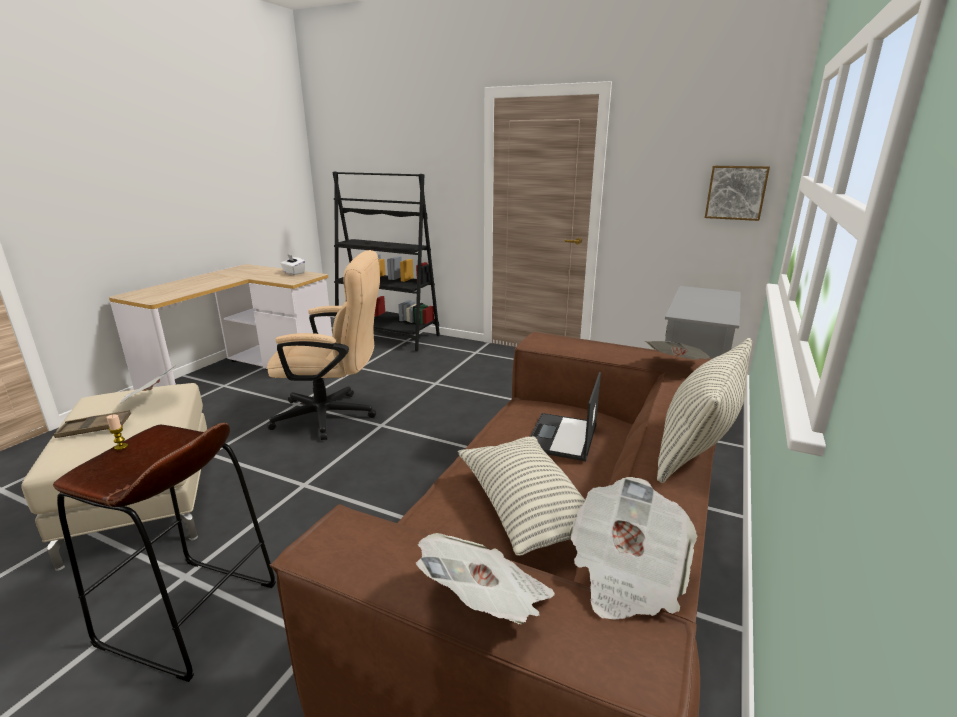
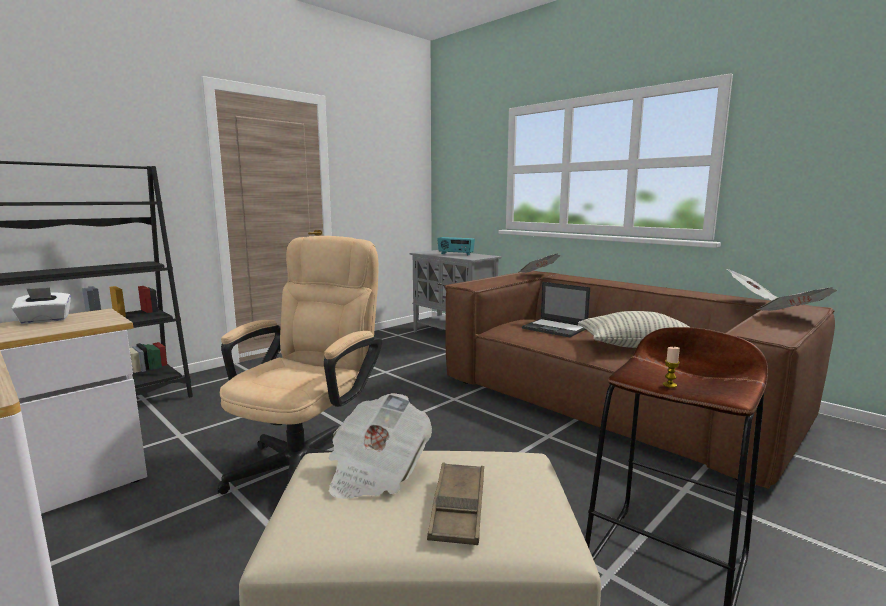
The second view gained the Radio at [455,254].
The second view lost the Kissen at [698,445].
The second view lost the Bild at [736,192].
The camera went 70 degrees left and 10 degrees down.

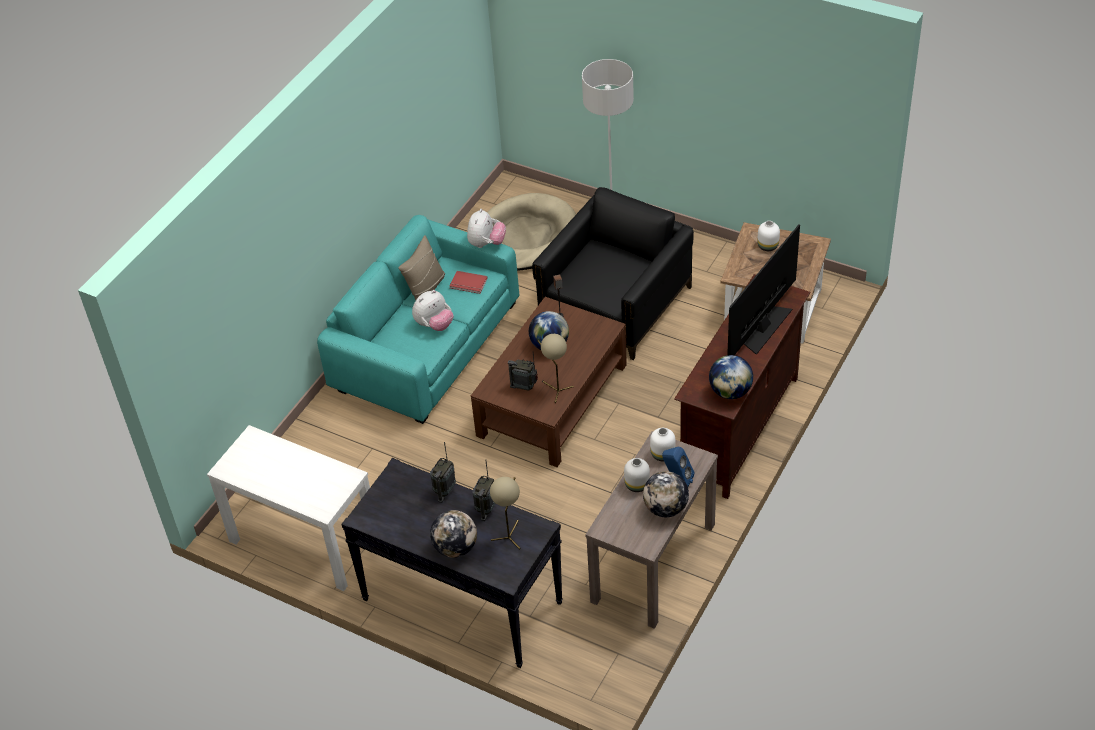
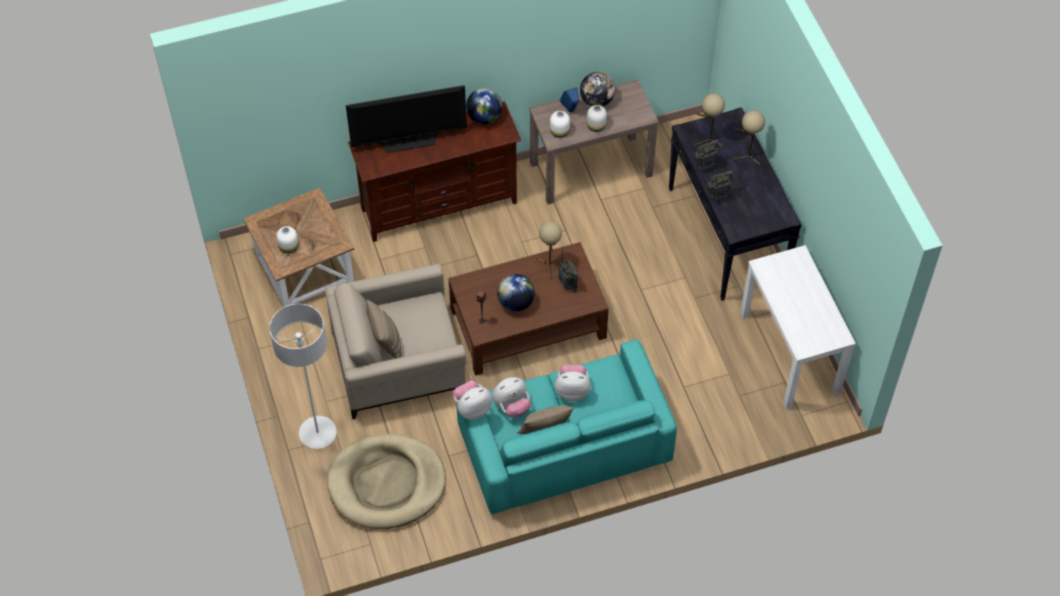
What was the Sessel [schwarz] at [615,305] turned into the Sessel [beige] at [399,362].
The second view gained the Kissen [beige] at [386,342].
Where the Buch [rot] stood at [468,284], the Plüschtier came to stand at [512,406].
Where the Globus stood at [455,548], the Tischlampe [beige] came to stand at [747,157].
The camera went 140 degrees left and 10 degrees up.

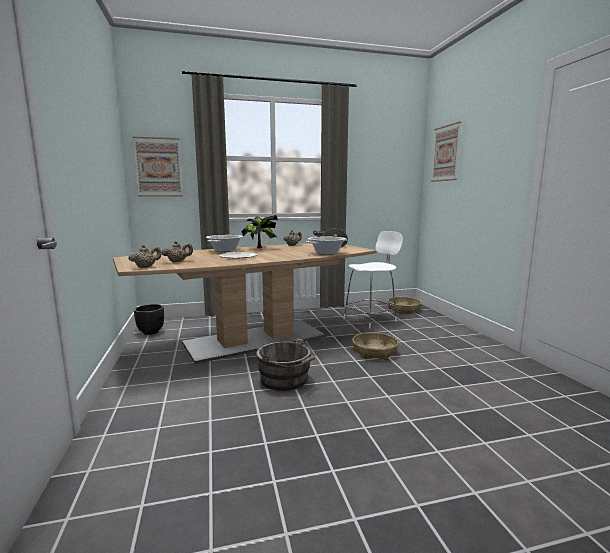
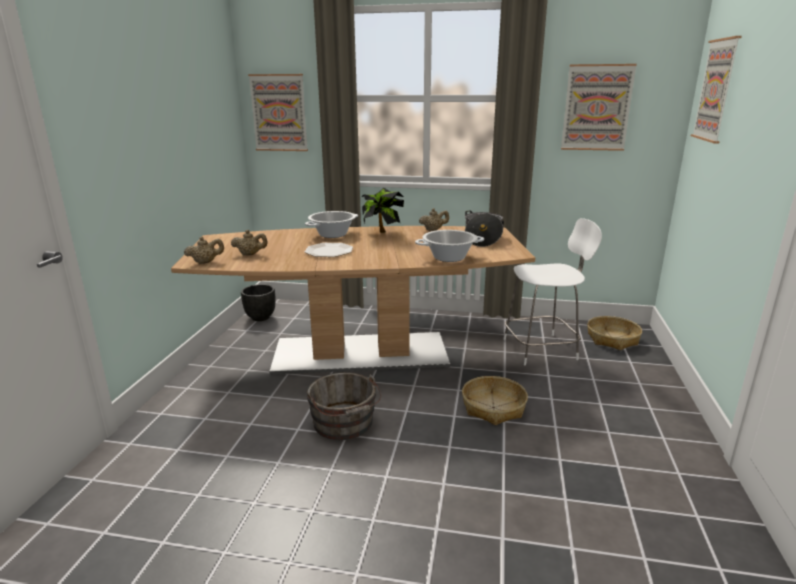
The second view gained the Bild at [596,108].
The camera went 25 degrees right and 10 degrees up.

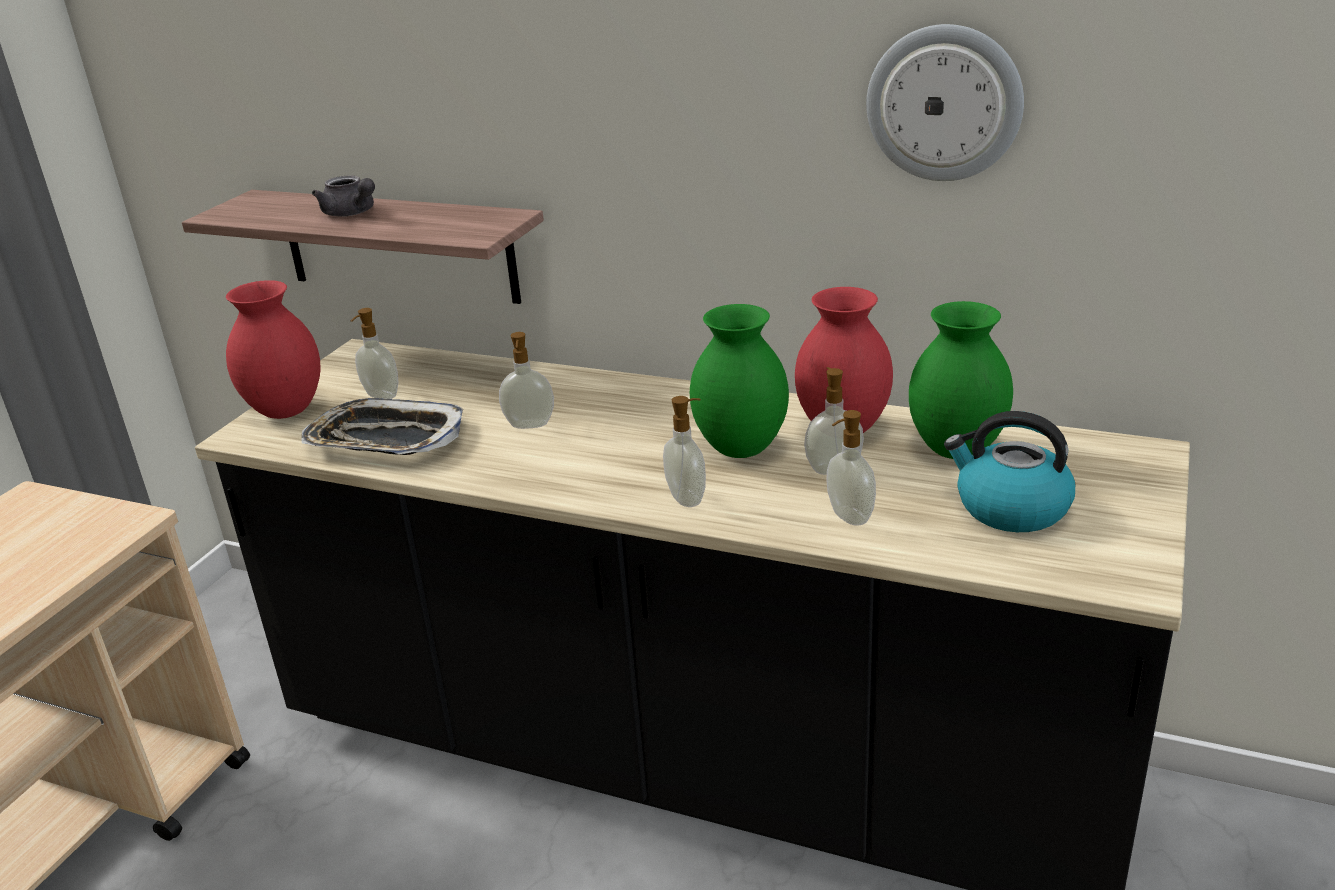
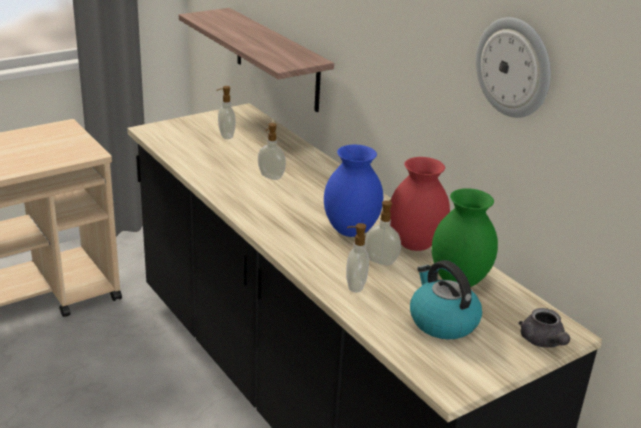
What was the Vase [grün] at [740,450] turned into the Vase [blau] at [350,231].
The Teekanne [grau] ended up elsewhere, having gone from [351,213] to [543,342].
The second view lost the Vase [rot] at [284,411].
The second view lost the Tablett at [385,439].
The second view lost the Seifenspender at [688,498].
The camera went 30 degrees right and 0 degrees up.

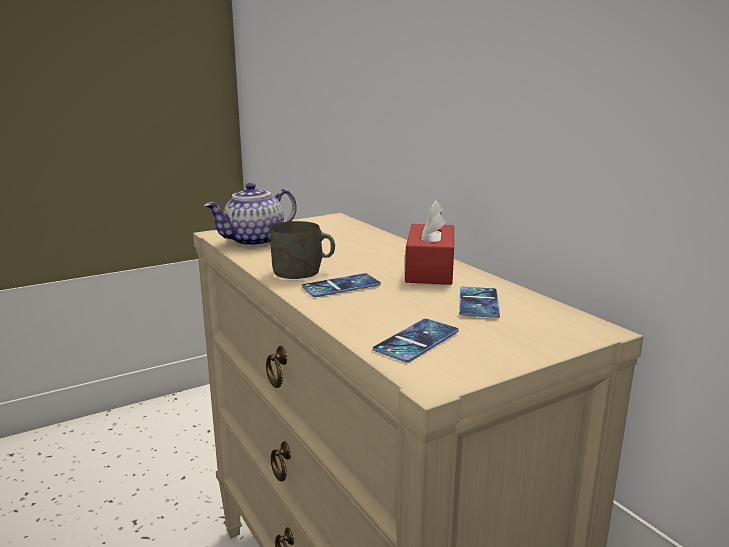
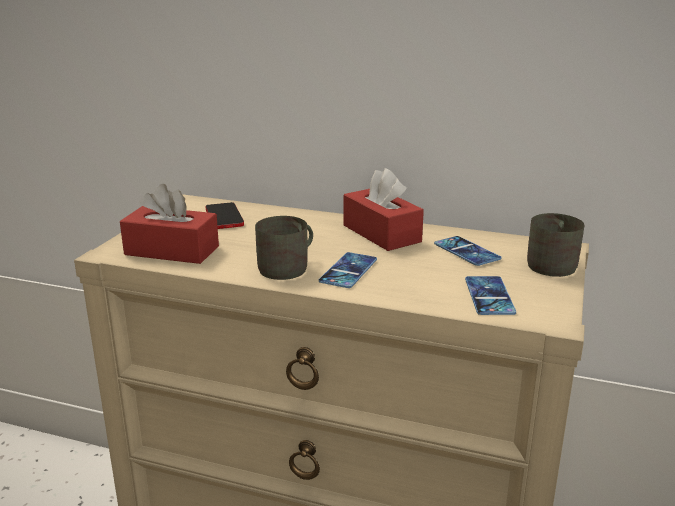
Where the Teekanne stood at [254,241], the Taschentuchbox [rot] came to stand at [172,250].
The second view gained the Handy at [224,217].
The second view gained the Henkelbecher [grau] at [554,264].
The camera went 40 degrees left and 5 degrees up.

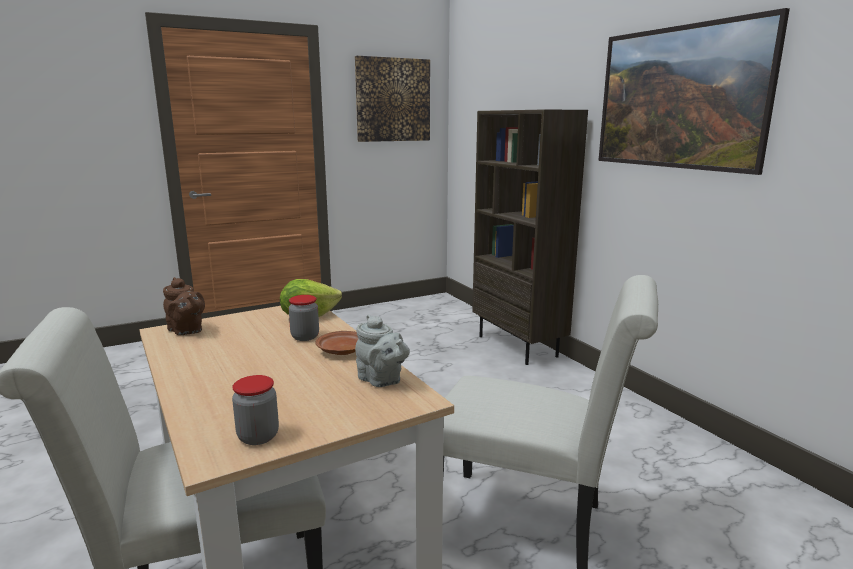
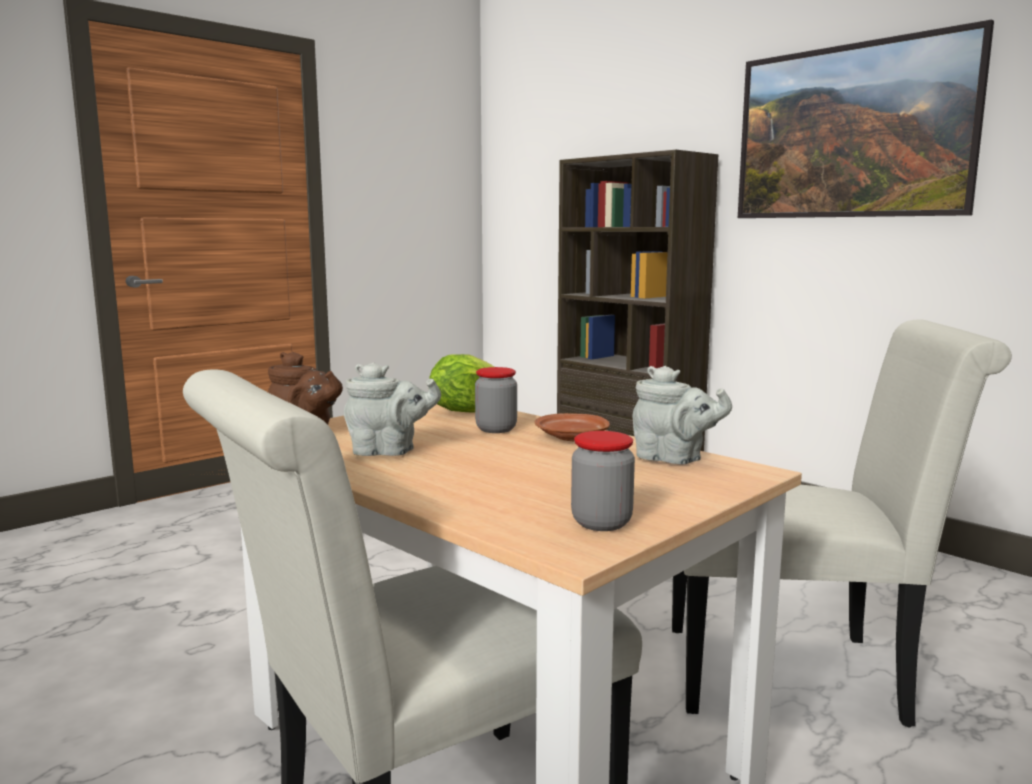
The second view gained the Teekanne [grau] at [389,452].
The second view lost the Bild at [393,100].
The camera went 15 degrees left and 5 degrees down.

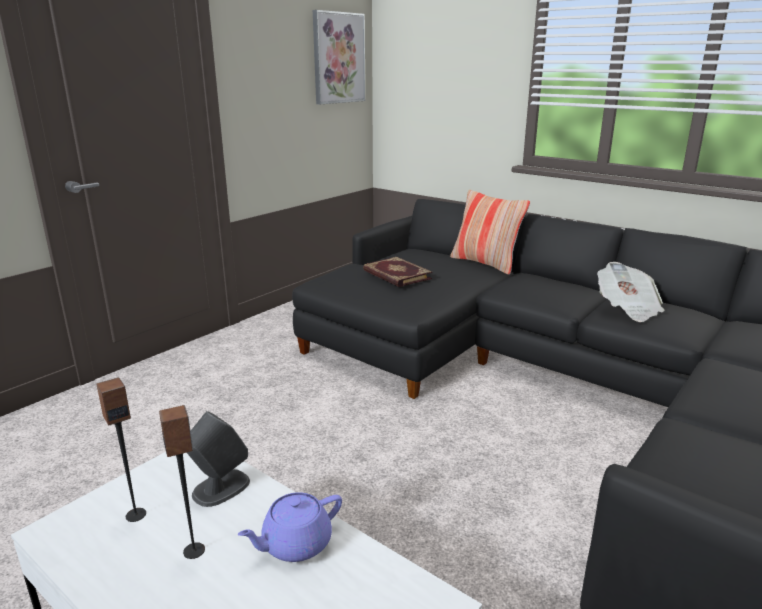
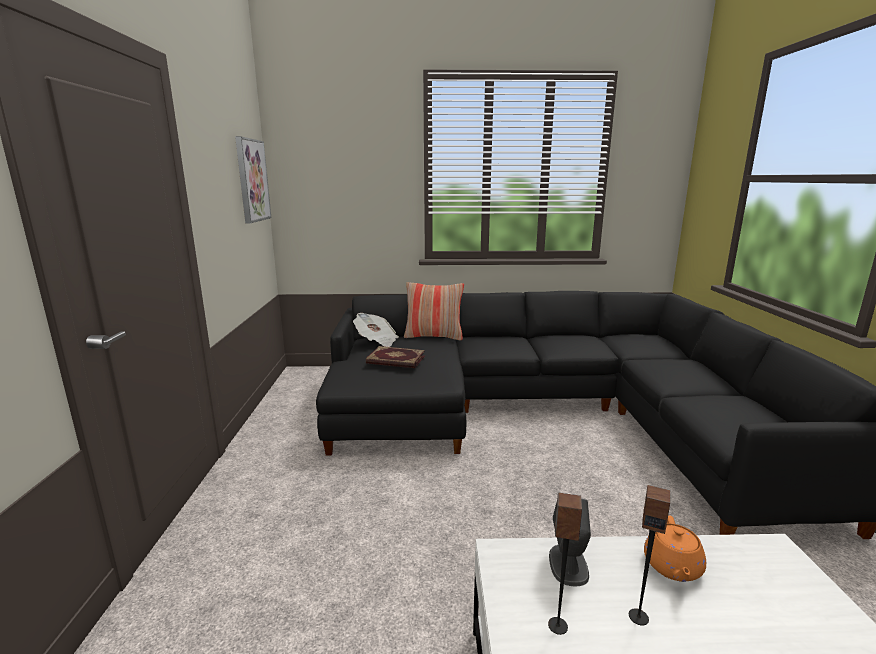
The Zeitung ended up elsewhere, having gone from [627,308] to [376,341].
What was the Teekanne [lila] at [295,544] turned into the Teekanne [orange] at [672,567].
The camera went 40 degrees left and 5 degrees down.

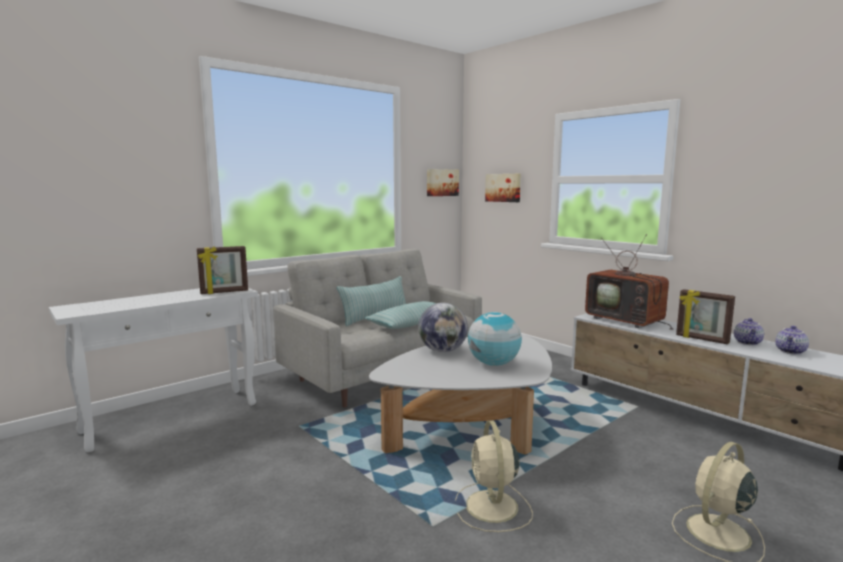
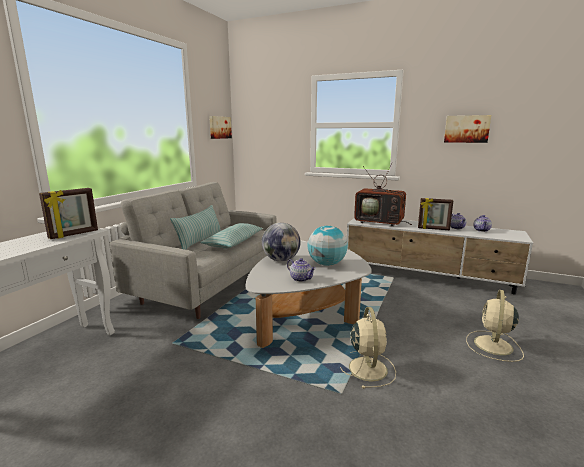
The second view gained the Teekanne at [301,279].
The Ventilator [beige] at [492,507] ended up facing another way, 150 degrees counterclockwise from before.
The Bild ended up elsewhere, having gone from [503,187] to [466,129].
The camera went 25 degrees left and 5 degrees up.

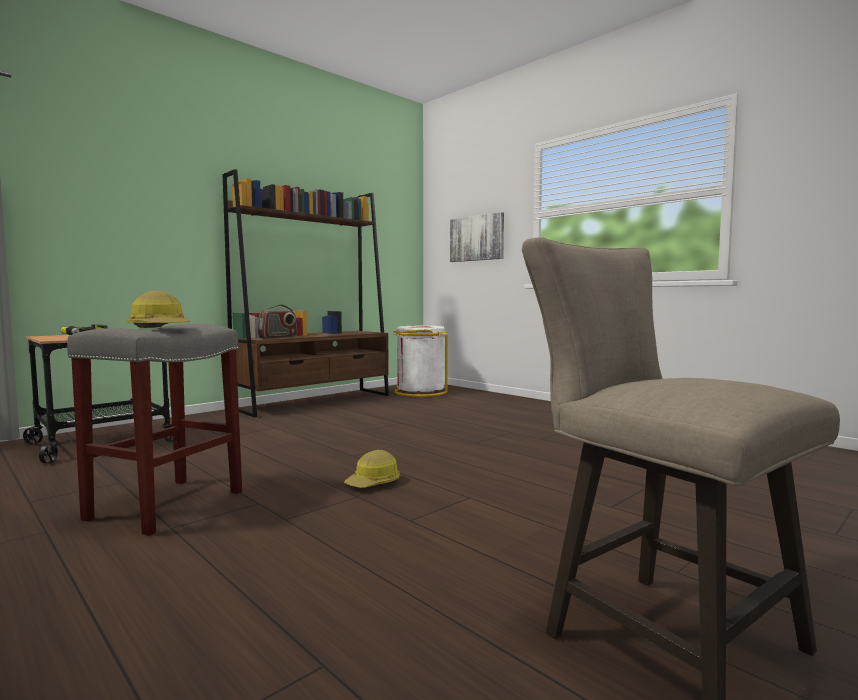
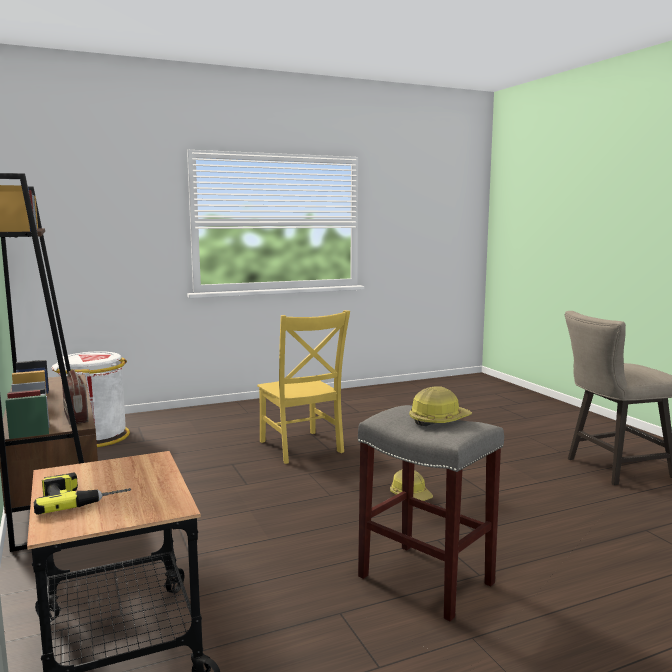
The second view gained the Stuhl [gelb] at [301,448].
The second view lost the Bild at [477,238].
The camera went 70 degrees left and 5 degrees up.

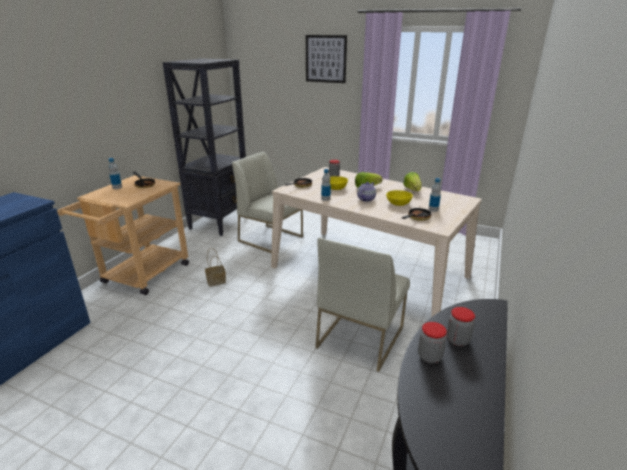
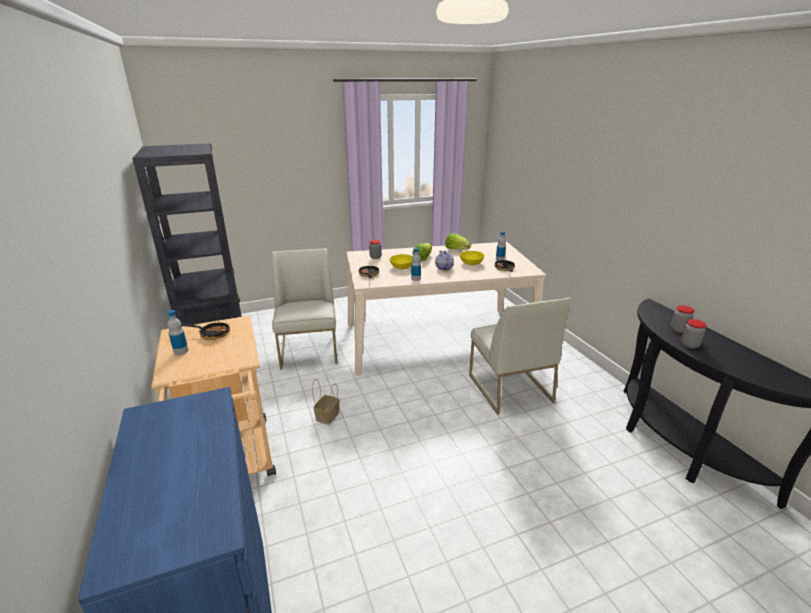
The Stuhl [weiß] at [271,239] ended up facing another way, 90 degrees clockwise from before.
The second view lost the Bild at [325,59].
The camera went 45 degrees left and 0 degrees up.

